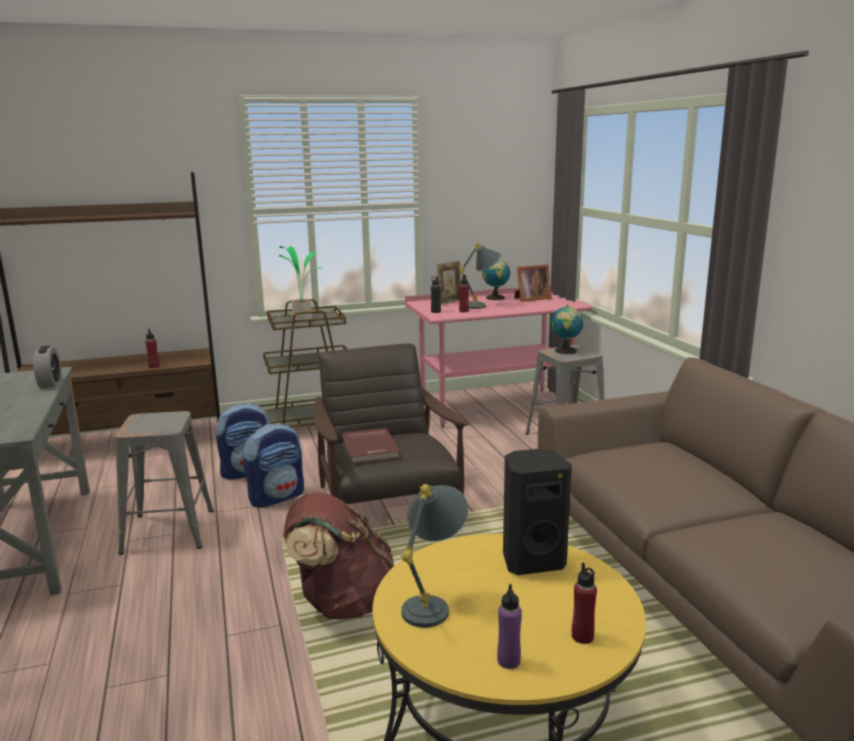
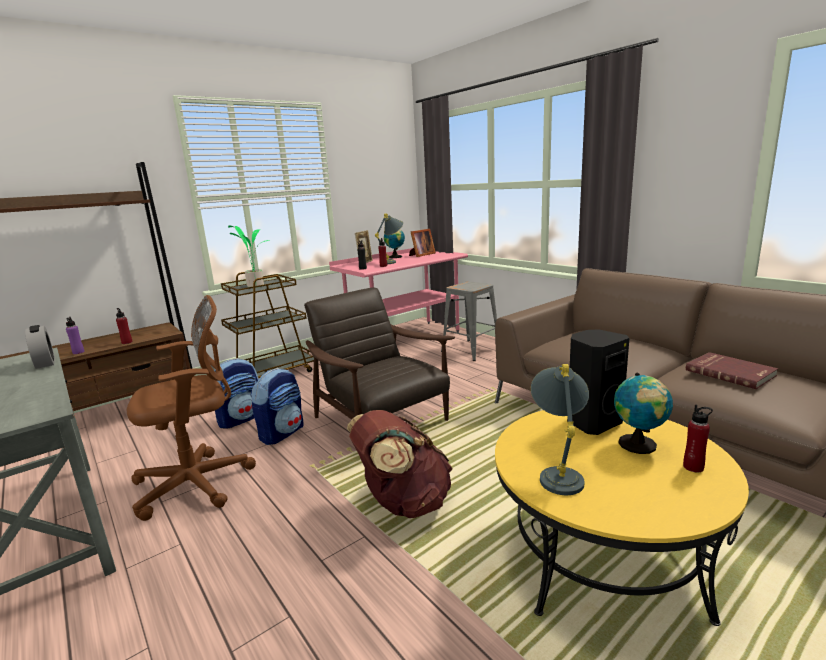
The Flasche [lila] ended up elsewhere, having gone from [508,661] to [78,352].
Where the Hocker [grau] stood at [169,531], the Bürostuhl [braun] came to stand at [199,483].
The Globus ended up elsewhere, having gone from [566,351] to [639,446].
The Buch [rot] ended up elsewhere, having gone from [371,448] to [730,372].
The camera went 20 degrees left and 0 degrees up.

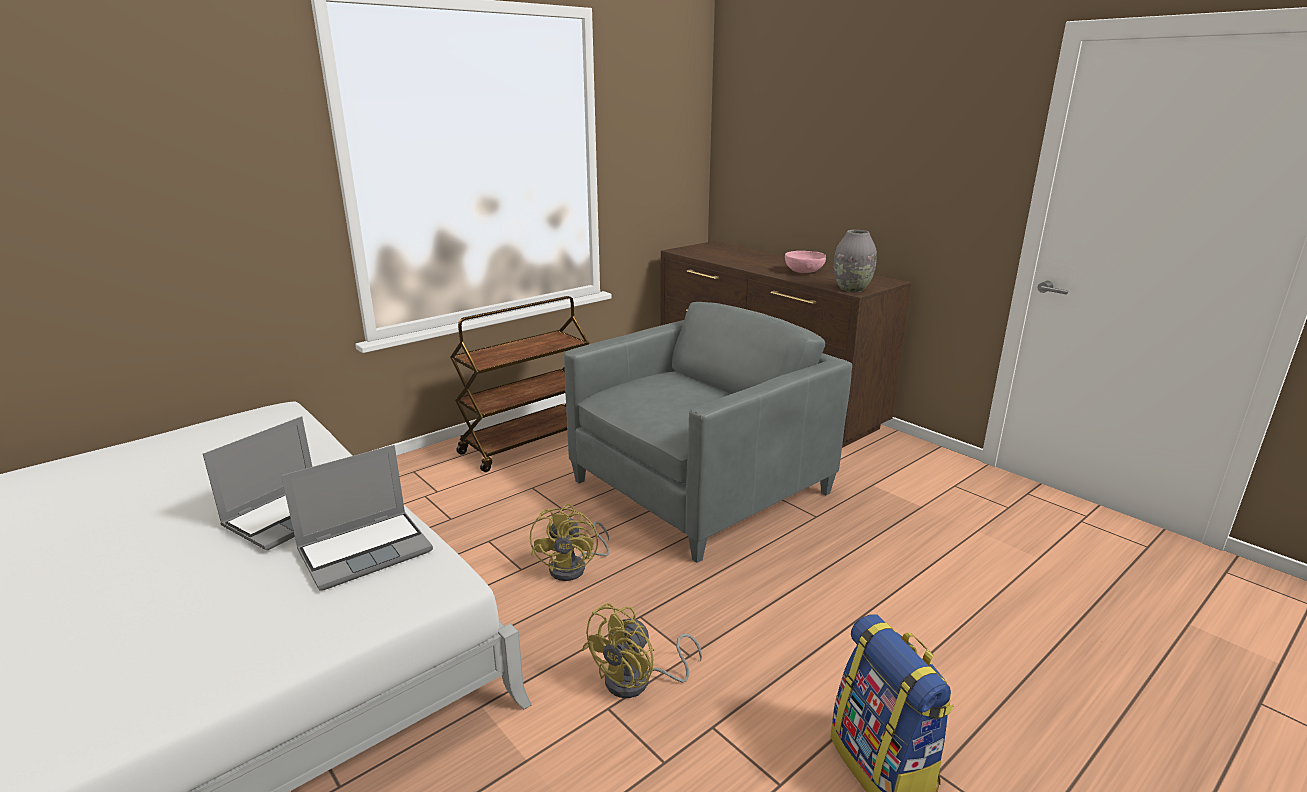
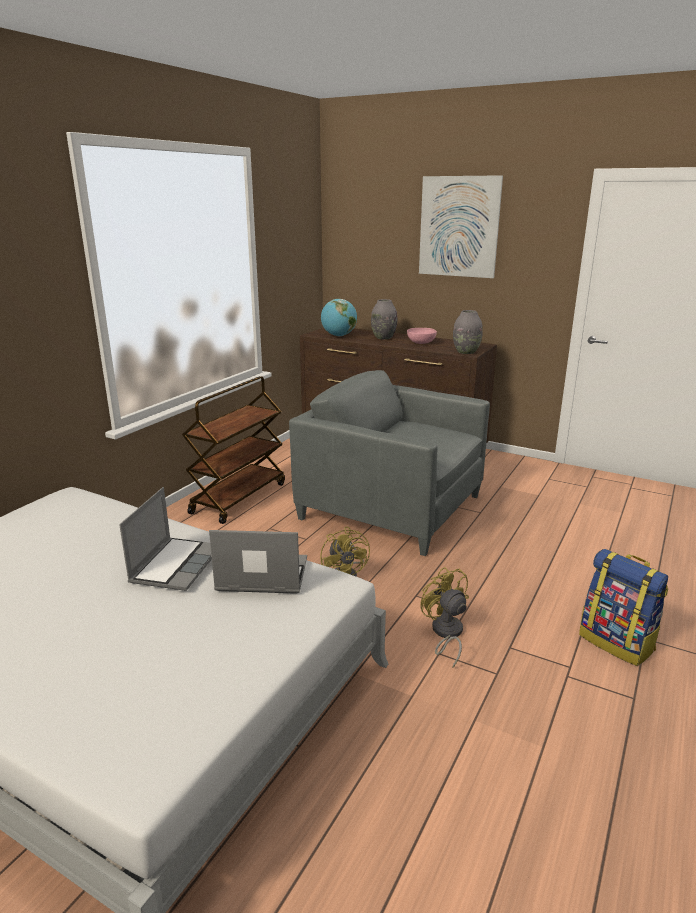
The Laptop at [366,550] ended up facing another way, 120 degrees counterclockwise from before.
The Sessel [grau] at [700,487] ended up facing another way, 90 degrees counterclockwise from before.
The second view gained the Globus at [339,336].
The second view gained the Vase [grau] at [383,337].
The second view gained the Bild at [459,227].
The Ventilator [gelb] at [638,682] ended up facing another way, 135 degrees clockwise from before.
The camera went 20 degrees left and 0 degrees up.

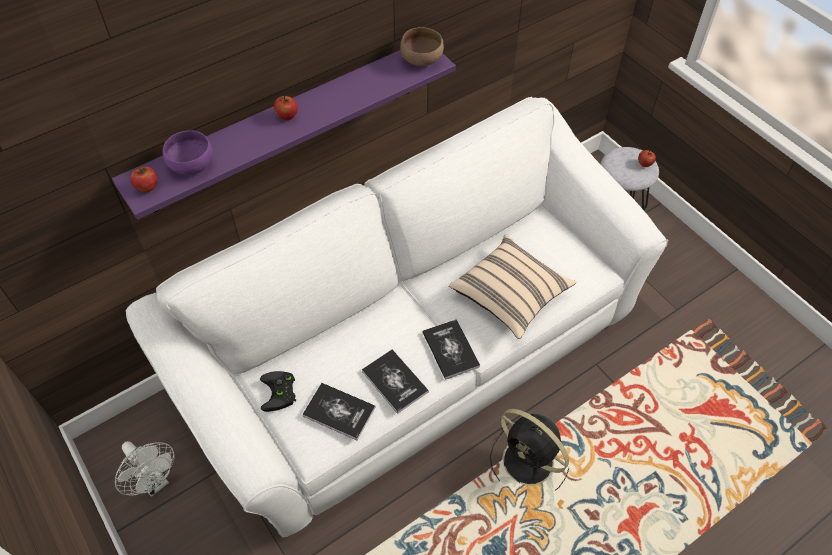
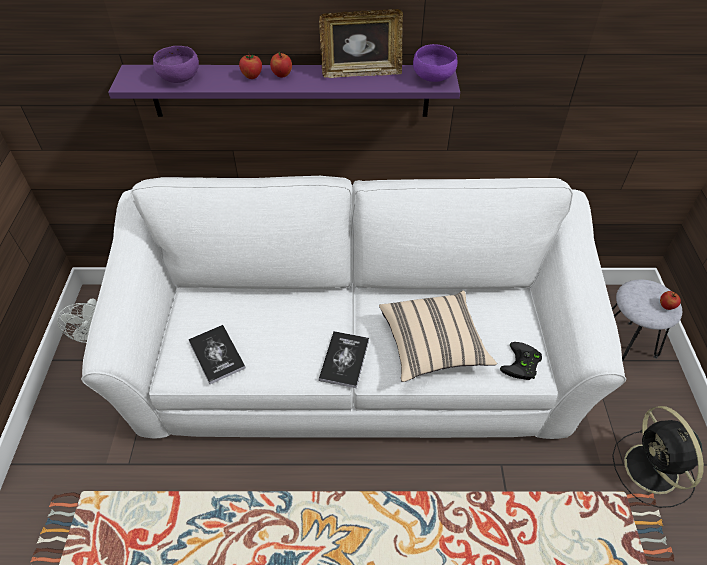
The Apfel ended up elsewhere, having gone from [147,188] to [252,76].
The second view gained the Bilderrahmen at [361,72].
What was the Schüssel [braun] at [422,60] turned into the Schüssel [lila] at [434,78].
The Gamepad [schwarz] ended up elsewhere, having gone from [280,393] to [522,365].
The Ventilator [schwarz] ended up elsewhere, having gone from [530,463] to [652,471].
The second view lost the Buch at [395,381].
The camera went 35 degrees right and 5 degrees down.

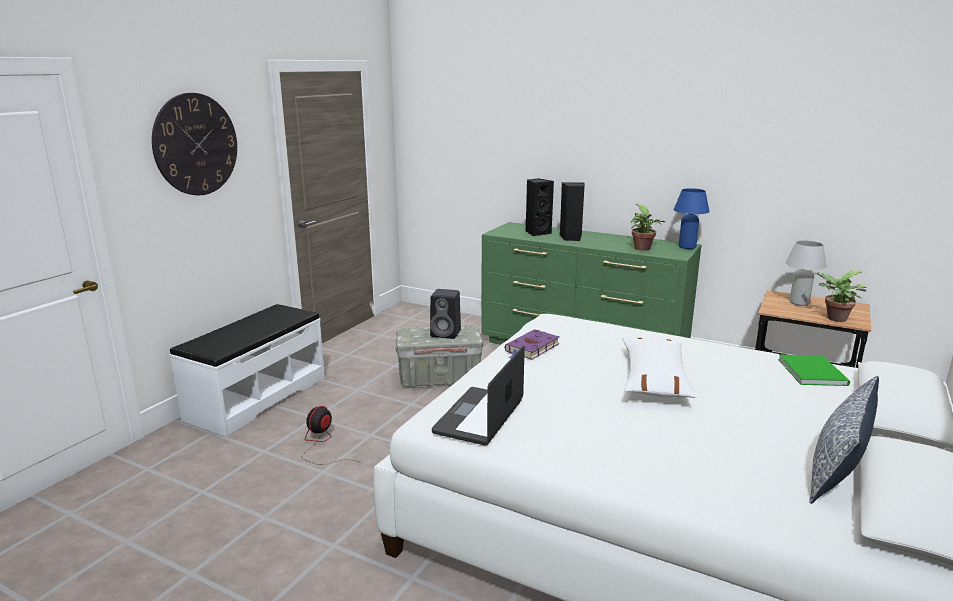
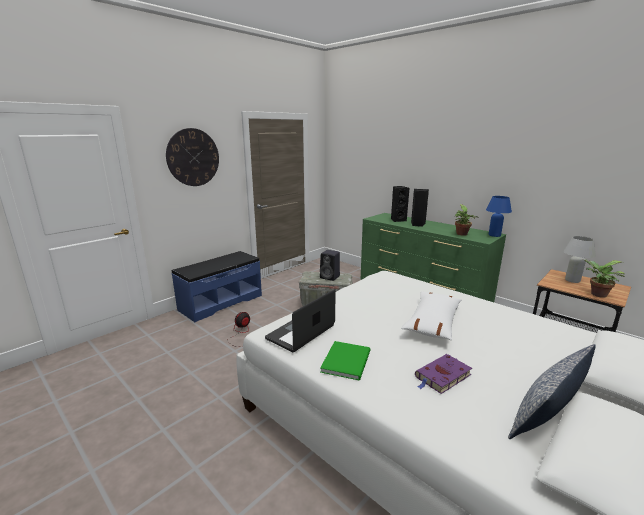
What was the Bank [weiß] at [256,397] turned into the Bank [blau] at [220,302].
The Buch [grün] ended up elsewhere, having gone from [813,371] to [348,360].
The Buch [lila] ended up elsewhere, having gone from [531,348] to [442,376].
The camera went 15 degrees right and 0 degrees up.

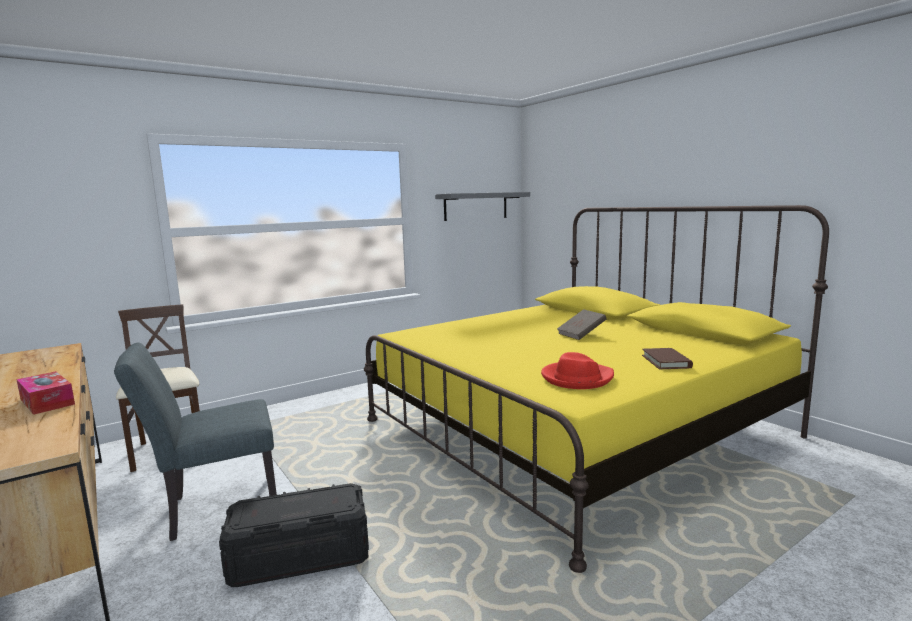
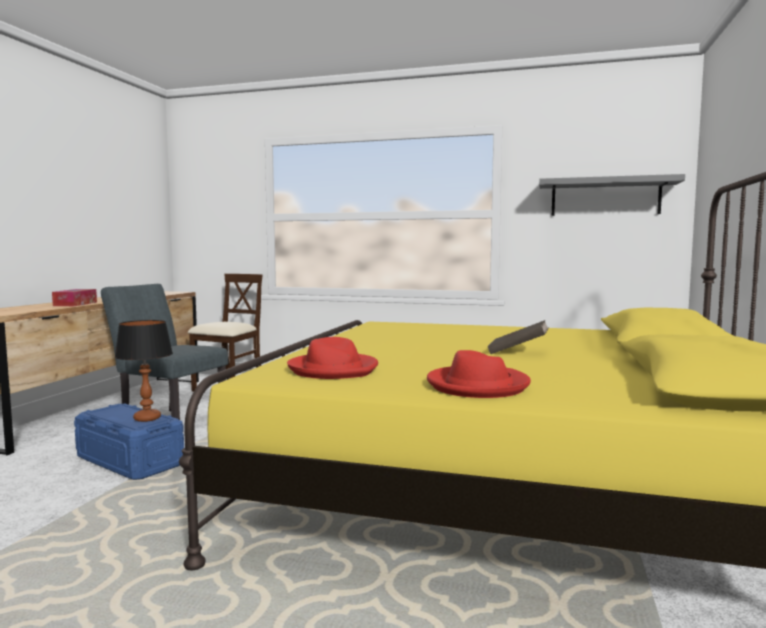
What was the Aufbewahrungsbox [schwarz] at [300,556] turned into the Aufbewahrungsbox [blau] at [130,461].
The second view gained the Tischlampe at [147,418].
Where the Buch [braun] stood at [666,361], the Hut [rot] came to stand at [477,386].
The camera went 50 degrees right and 5 degrees down.

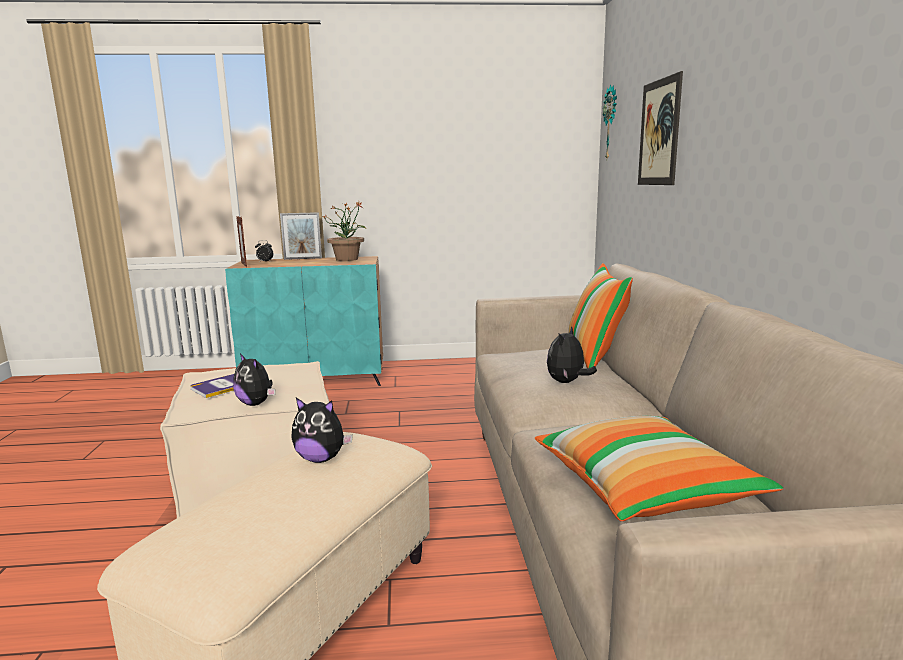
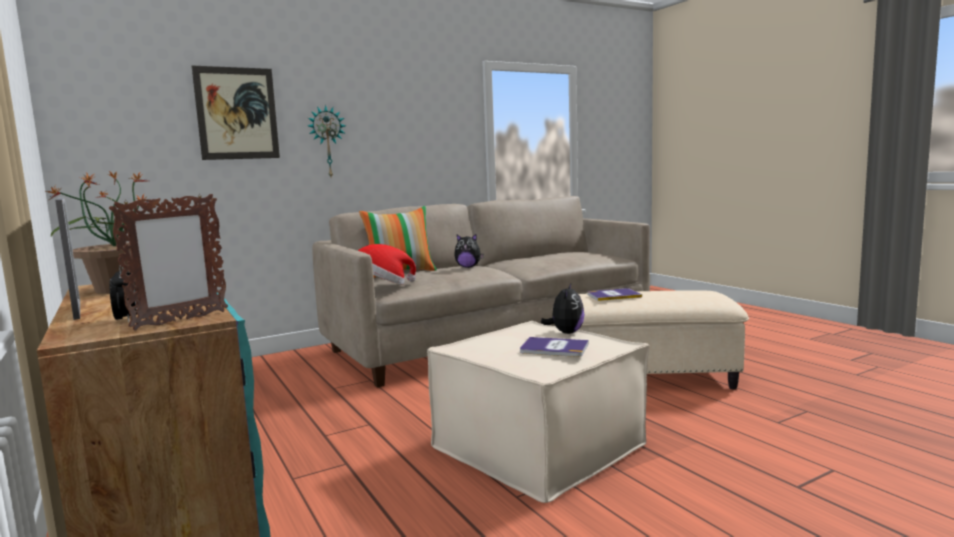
The Wanduhr ended up elsewhere, having gone from [611,123] to [327,142].
The second view gained the Hut at [381,285].
Where the Plüschtier stood at [321,459], the Buch came to stand at [613,295].
The second view lost the Kissen at [644,489].
The camera went 115 degrees left and 5 degrees down.

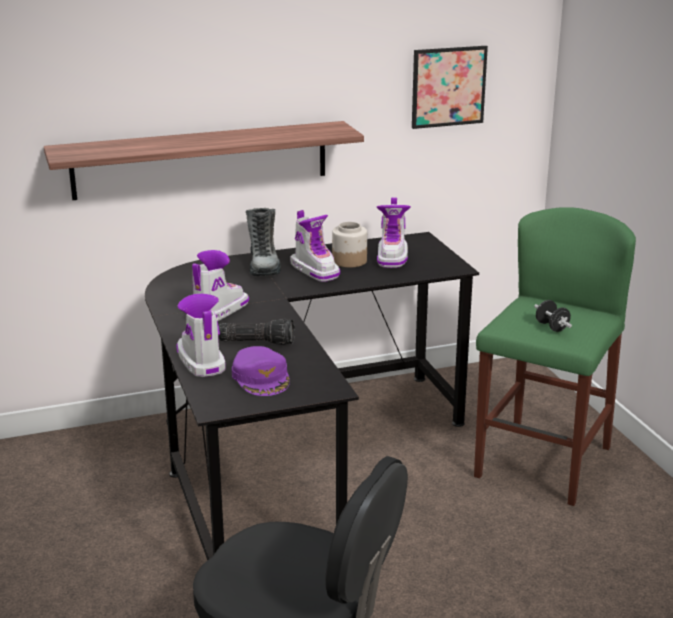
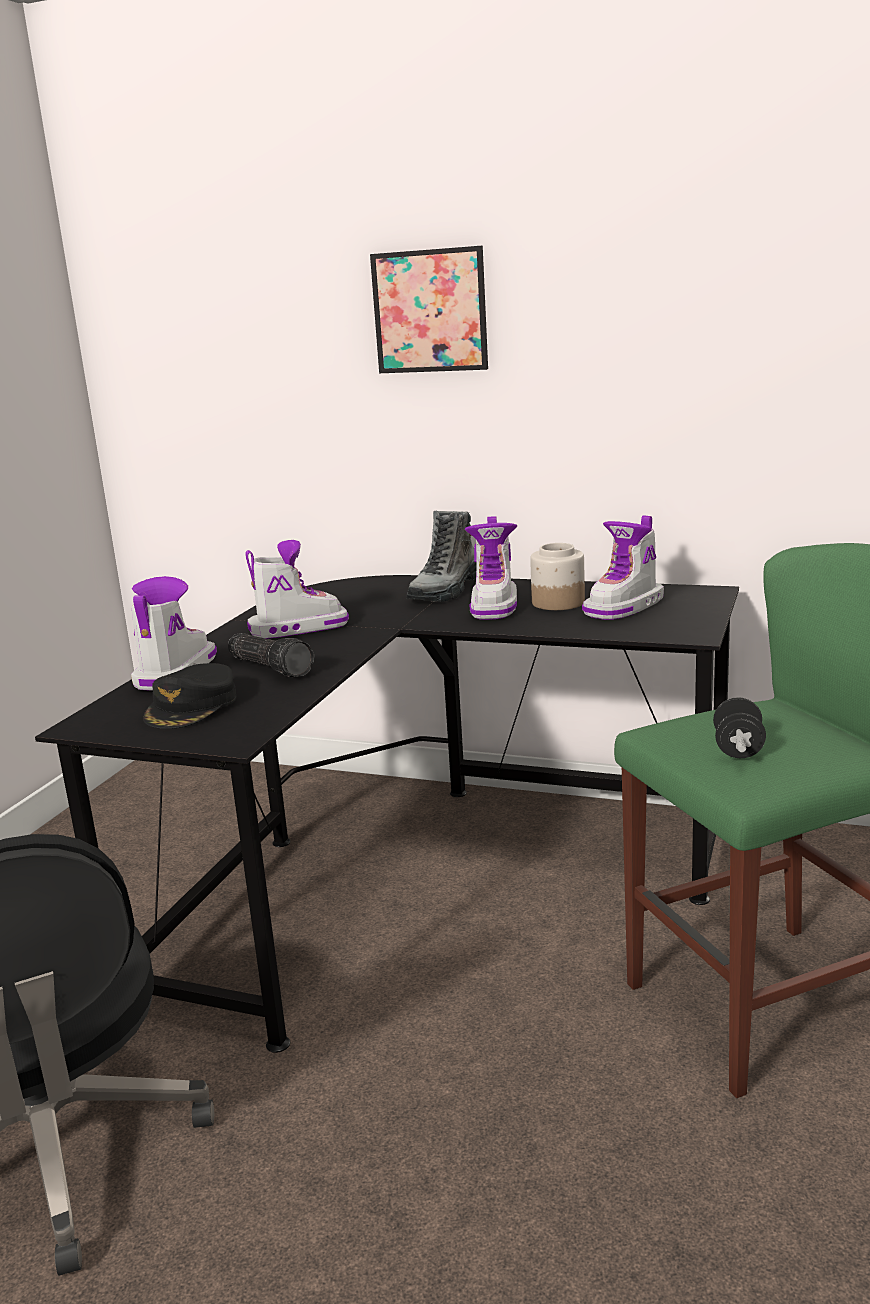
What was the Kappe [lila] at [261,378] turned into the Kappe [schwarz] at [192,706].
The Bild ended up elsewhere, having gone from [448,86] to [430,311].
The second view lost the Wandregal at [201,160].
The camera went 40 degrees right and 5 degrees down.

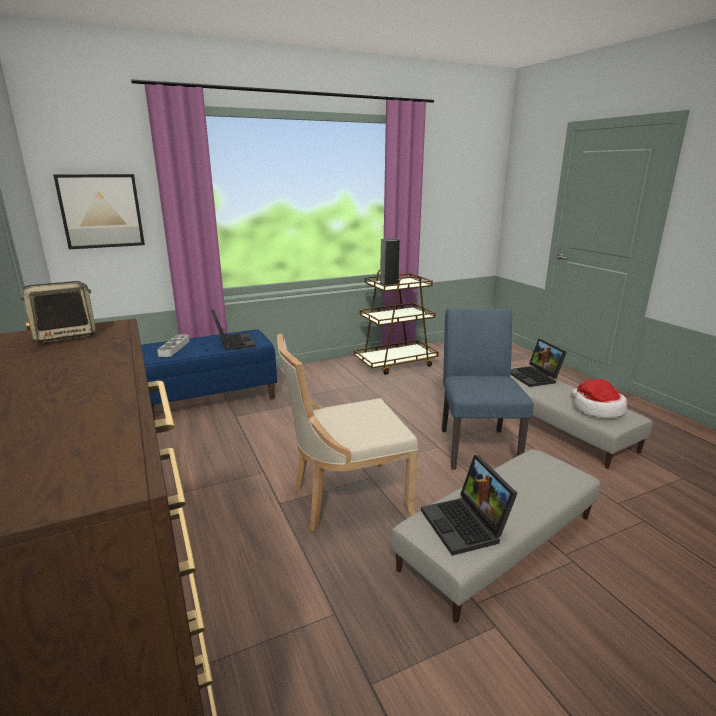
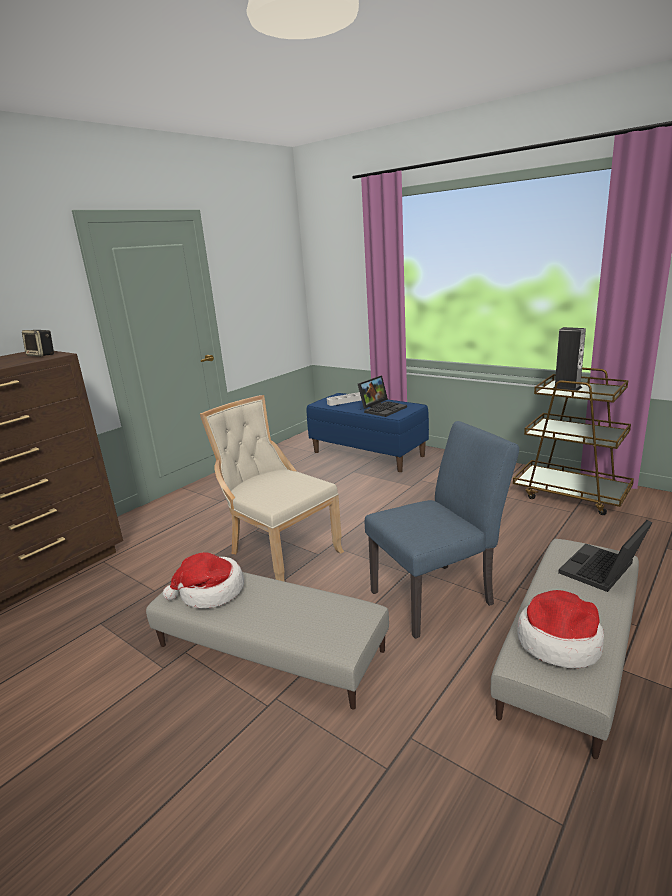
Where the Laptop stood at [466,525], the Hut came to stand at [210,592].
The second view lost the Bild at [101,211].
The camera went 65 degrees right and 0 degrees up.

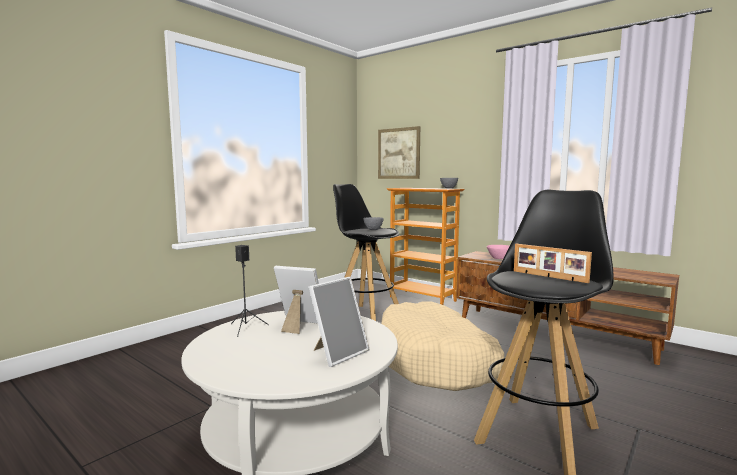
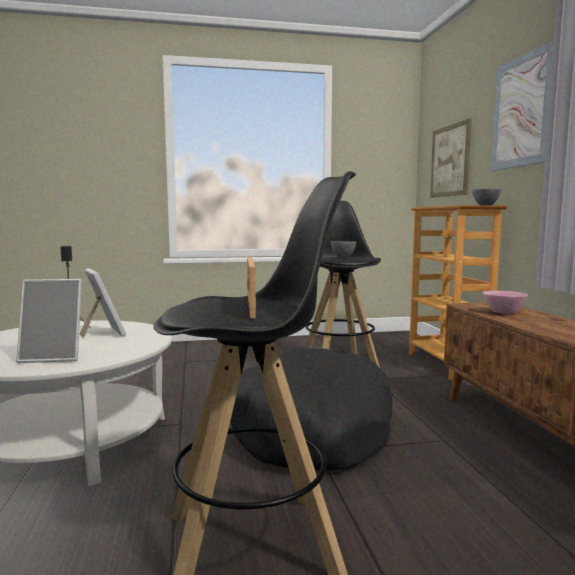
What was the Hundebett [beige] at [436,361] turned into the Hundebett [schwarz] at [313,429].
The second view gained the Bild at [522,111].
The camera went 40 degrees right and 0 degrees up.

